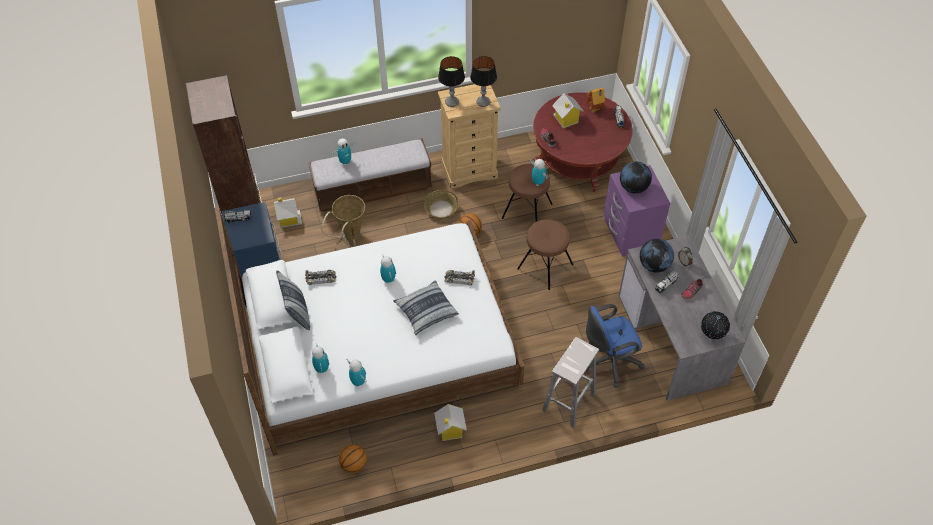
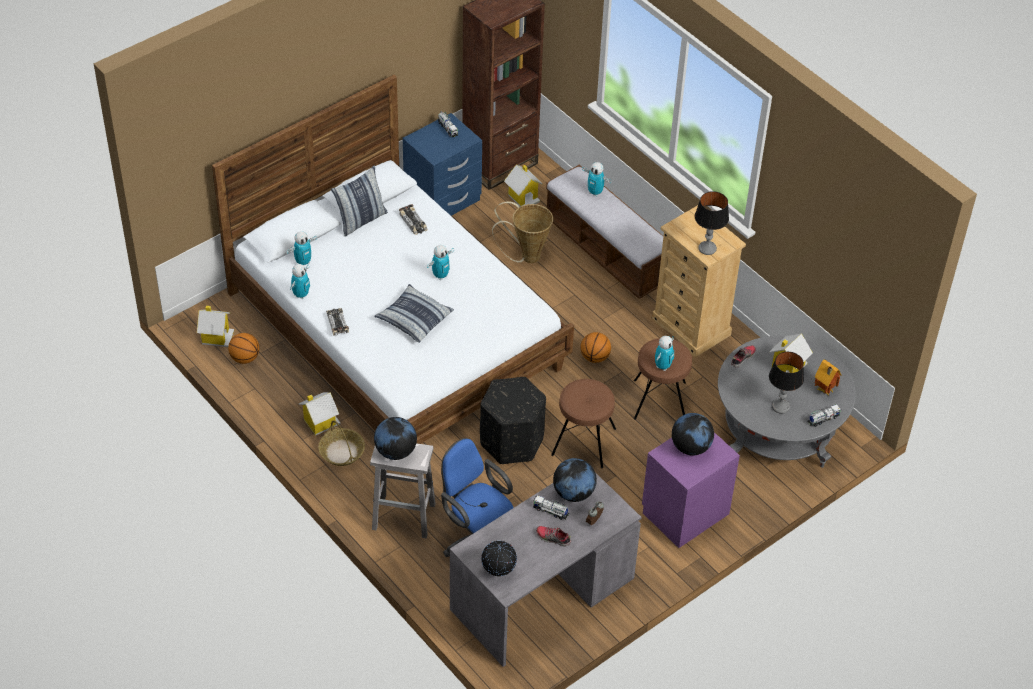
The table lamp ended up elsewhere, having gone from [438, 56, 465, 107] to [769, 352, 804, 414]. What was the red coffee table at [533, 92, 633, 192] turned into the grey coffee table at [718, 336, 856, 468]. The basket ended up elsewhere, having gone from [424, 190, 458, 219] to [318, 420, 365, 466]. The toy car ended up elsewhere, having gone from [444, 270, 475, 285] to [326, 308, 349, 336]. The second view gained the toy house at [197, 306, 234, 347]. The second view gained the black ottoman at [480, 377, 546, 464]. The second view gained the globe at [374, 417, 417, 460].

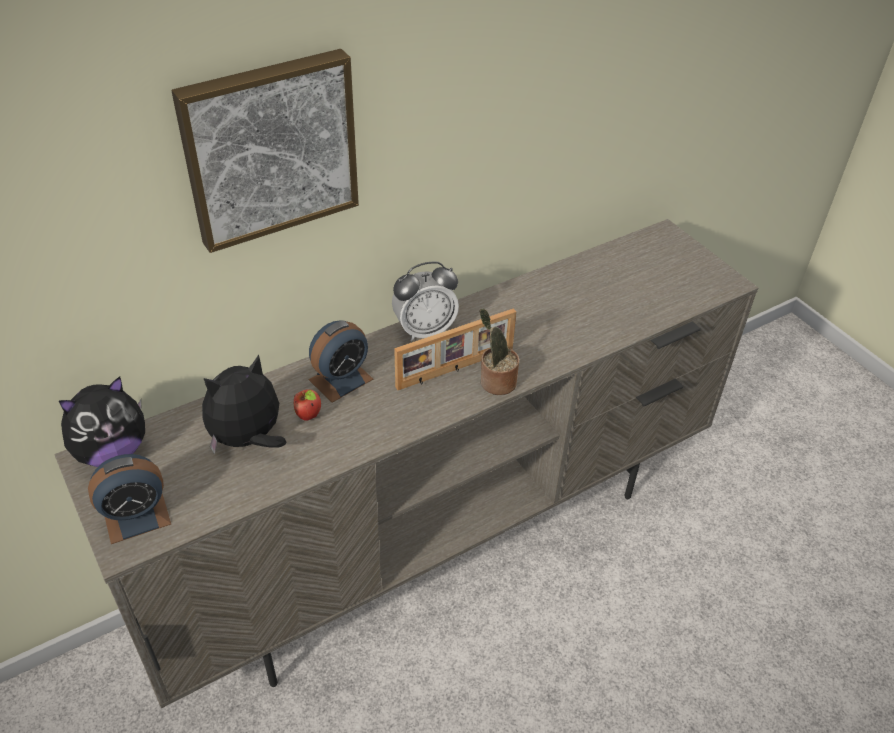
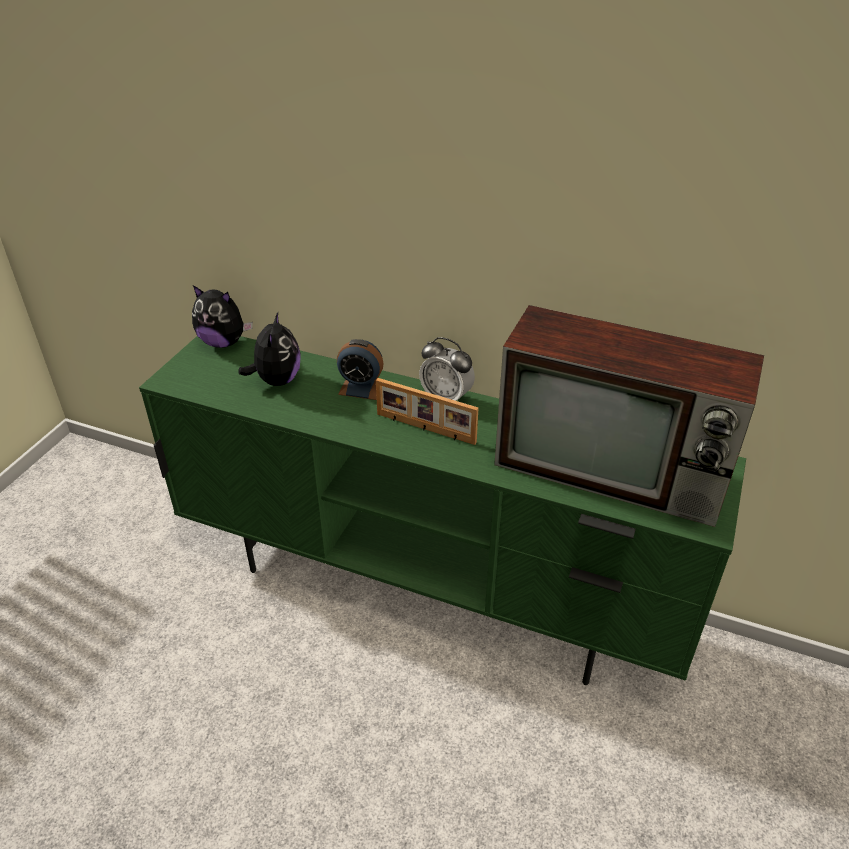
The second view lost the picture at [171, 49, 359, 253]. What was the beige tv stand at [54, 219, 758, 708] turned into the green tv stand at [139, 336, 746, 685]. The second view lost the potted plant at [479, 308, 519, 395]. The plush toy at [202, 354, 286, 454] ended up facing another way, 75 degrees clockwise from before. The second view lost the apple at [294, 389, 321, 421]. The second view lost the alarm clock at [88, 454, 171, 544]. The second view gained the television at [494, 305, 764, 527].

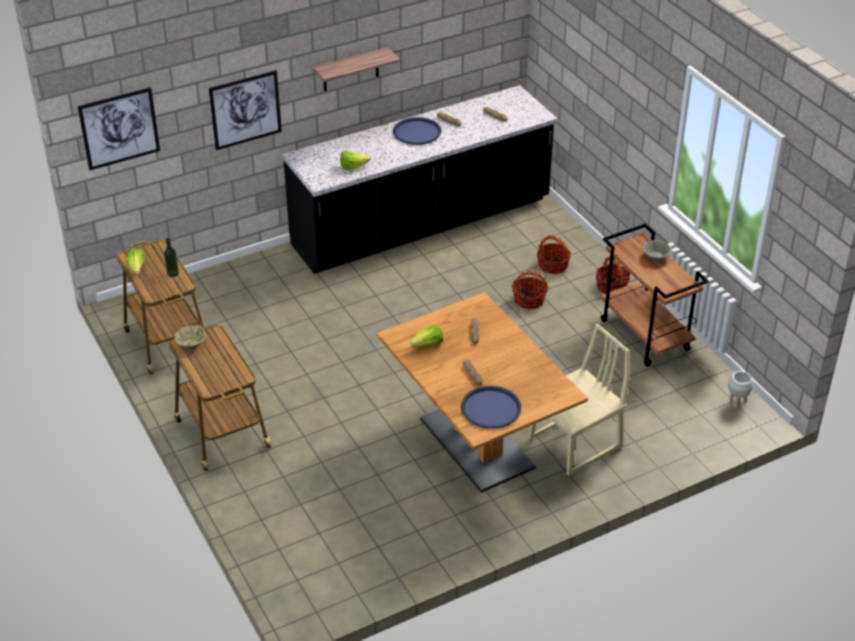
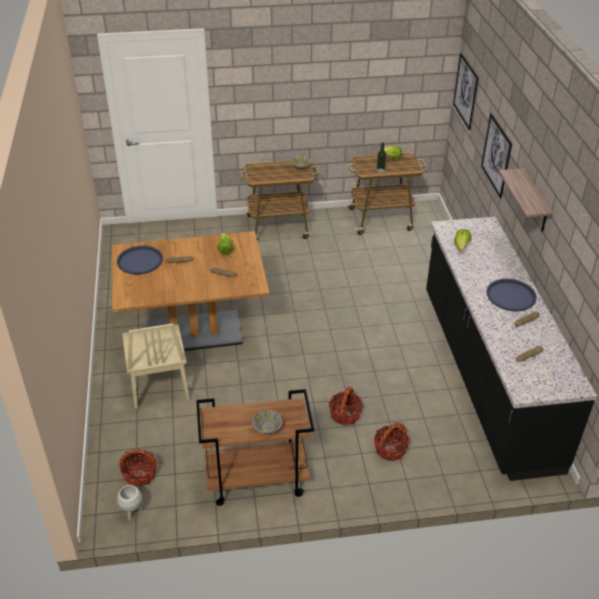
The basket ended up elsewhere, having gone from [596, 256, 630, 294] to [119, 449, 157, 487].

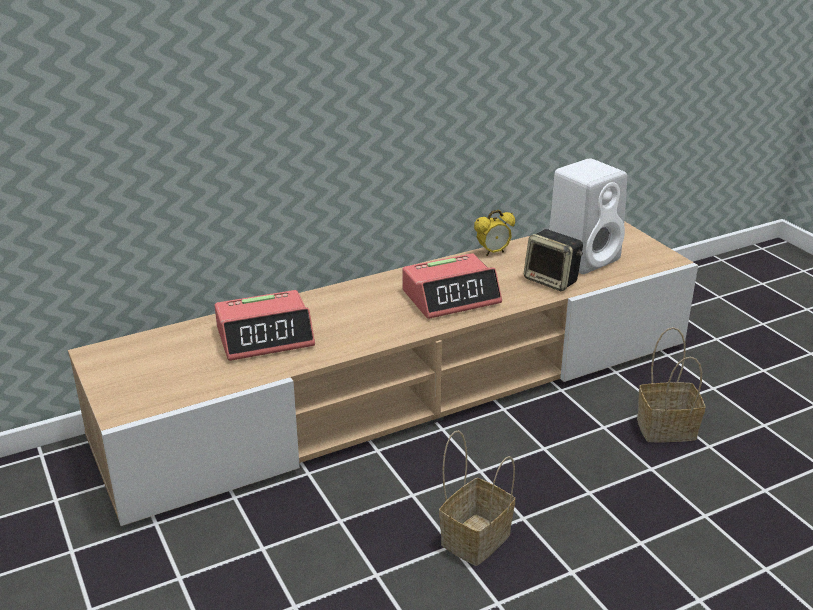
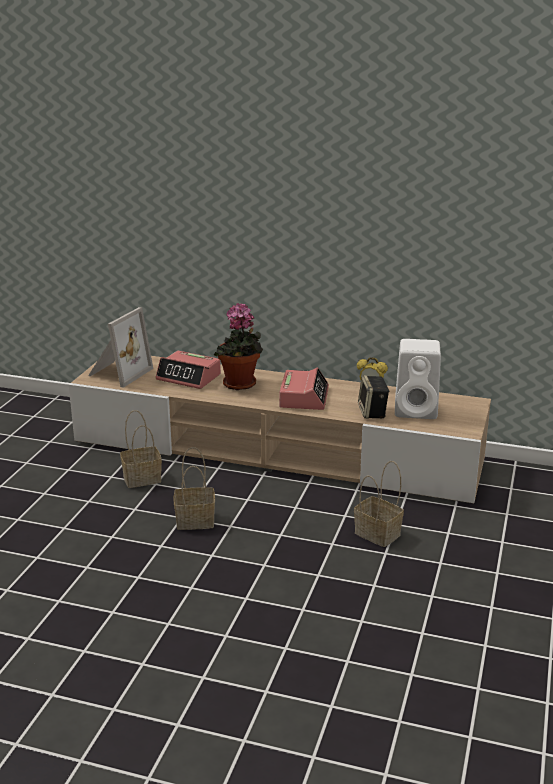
The alarm clock at [403, 253, 502, 319] ended up facing another way, 105 degrees counterclockwise from before. The second view gained the potted plant at [214, 303, 263, 390]. The second view gained the picture frame at [88, 307, 153, 388]. The second view gained the basket at [120, 410, 162, 488].

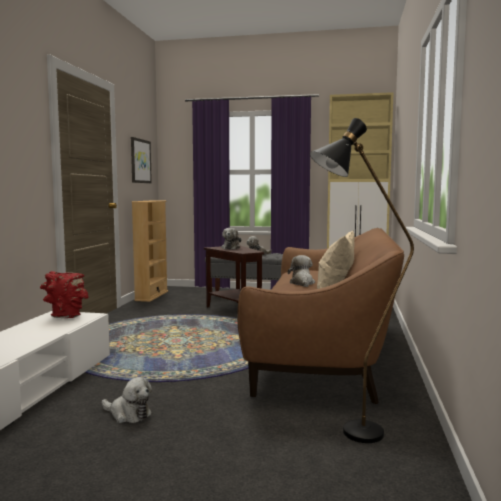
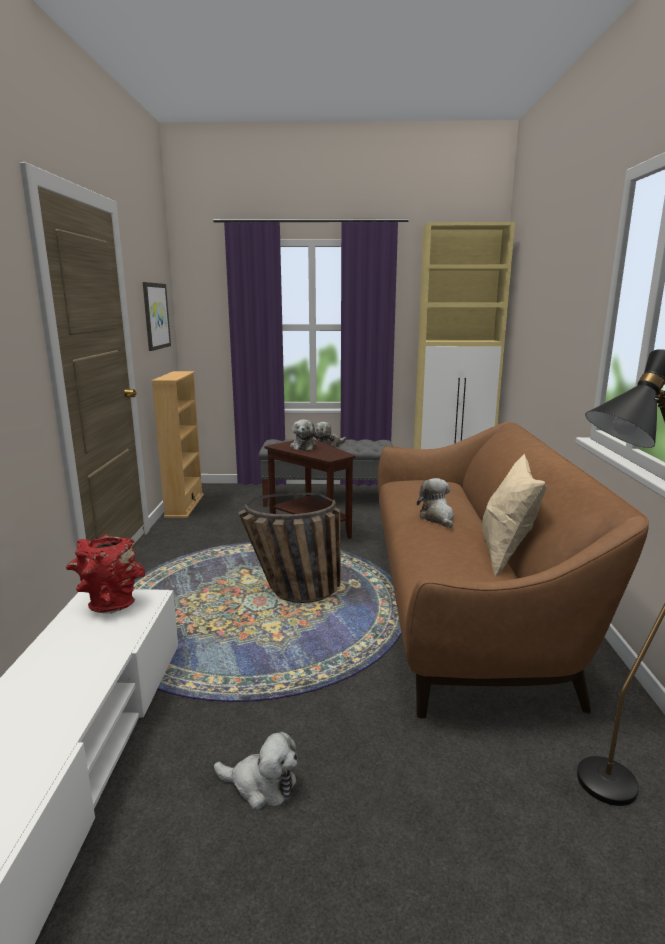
The second view gained the basket at [238, 492, 341, 603].

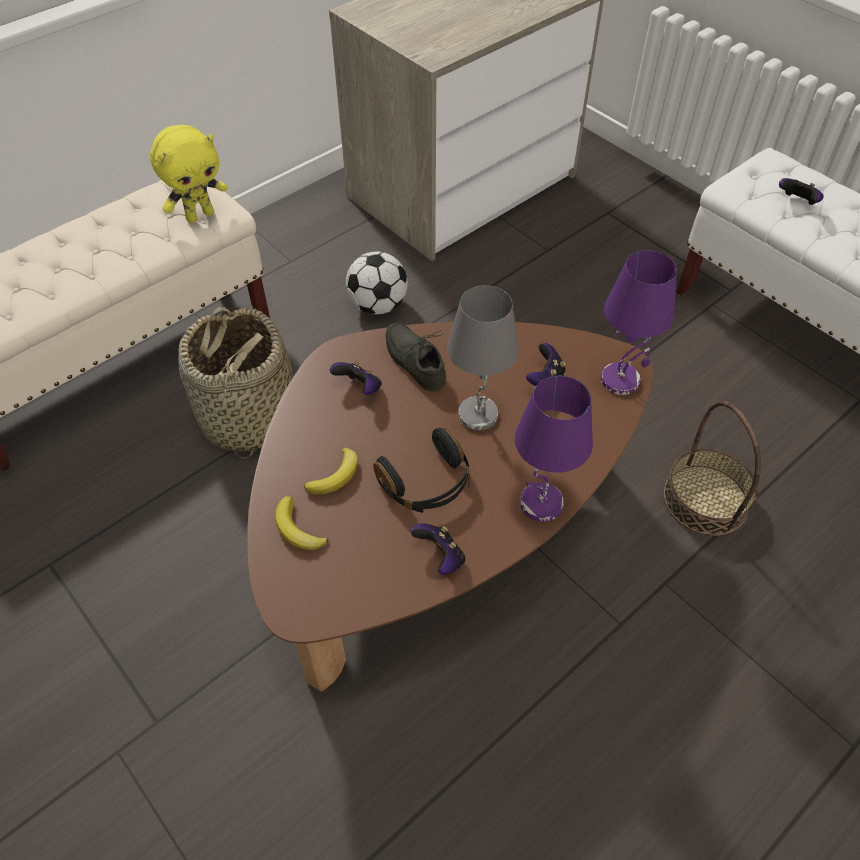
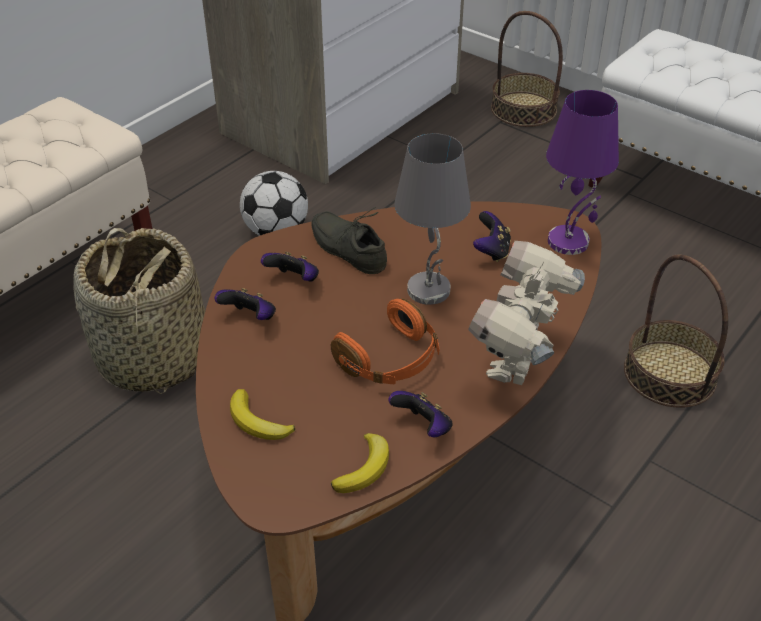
The second view lost the yellow plush toy at [150, 125, 227, 223]. The game controller ended up elsewhere, having gone from [779, 178, 824, 205] to [214, 288, 276, 320]. Where the purple table lamp stood at [515, 376, 593, 522], the toy robot came to stand at [468, 241, 585, 385]. What was the black headphones at [373, 428, 470, 513] turned into the orange headphones at [331, 298, 440, 384]. The banana ended up elsewhere, having gone from [304, 448, 358, 494] to [331, 433, 389, 493]. The second view gained the basket at [491, 11, 563, 127].

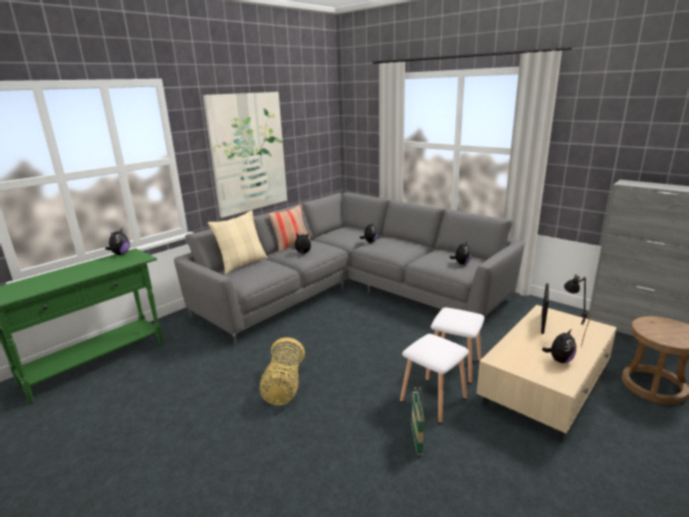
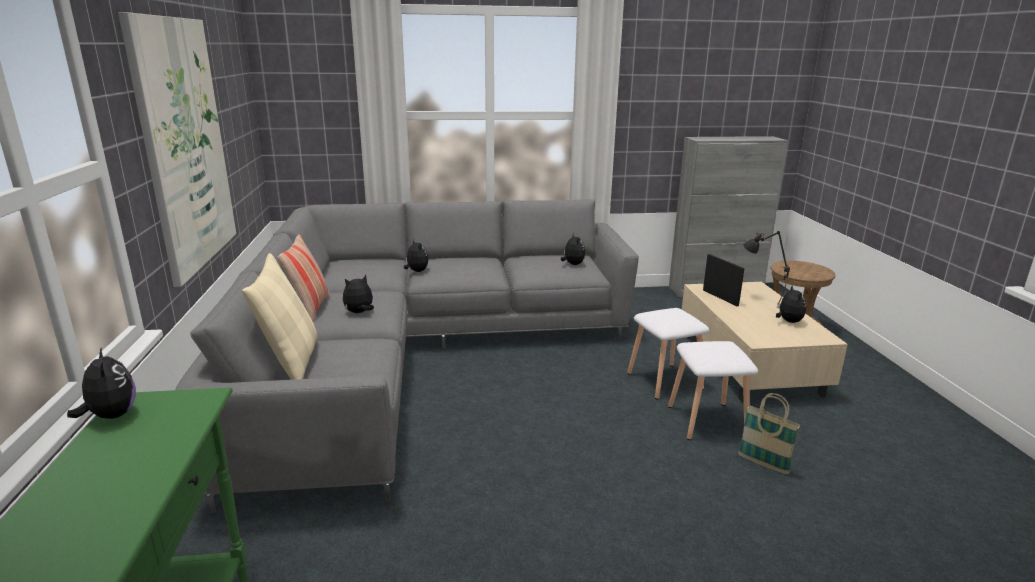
The second view lost the basket at [260, 337, 305, 406].

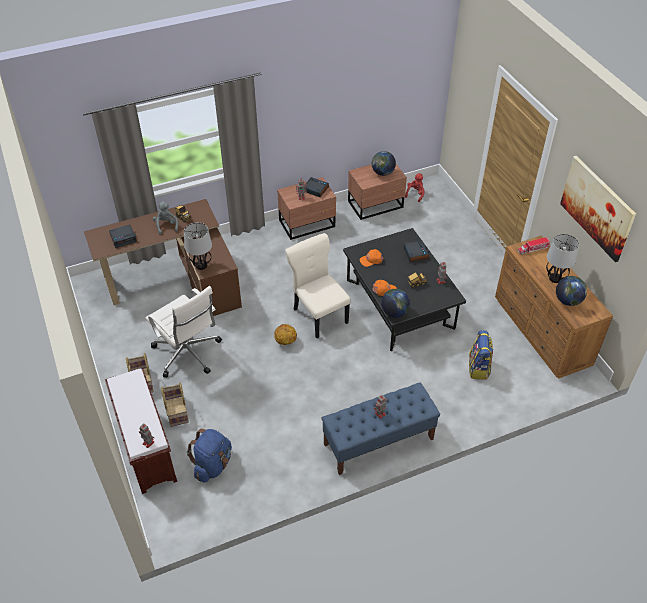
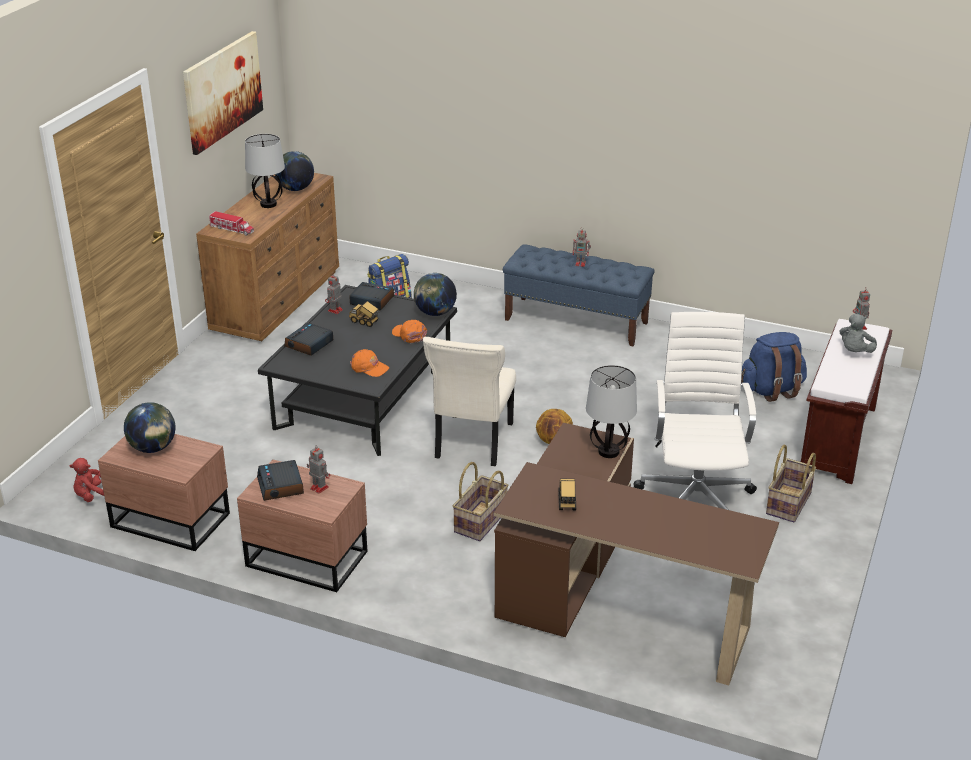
The grey plush toy ended up elsewhere, having gone from [153, 201, 178, 235] to [839, 314, 877, 353]. The alarm clock ended up elsewhere, having gone from [109, 225, 137, 248] to [349, 282, 394, 310]. The basket ended up elsewhere, having gone from [161, 383, 189, 427] to [453, 462, 509, 541].

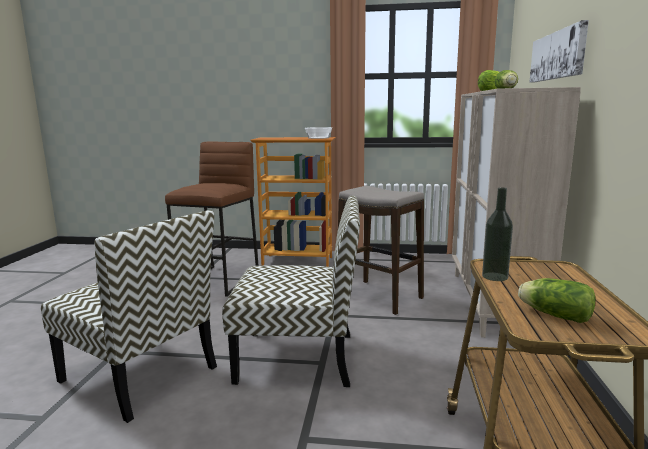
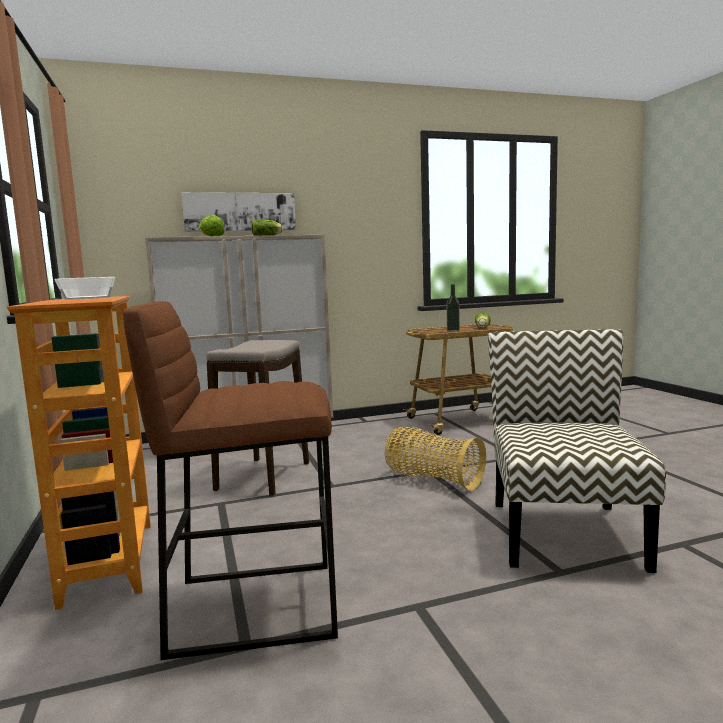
Where the chair stood at [222, 195, 360, 387], the basket came to stand at [385, 427, 486, 491].

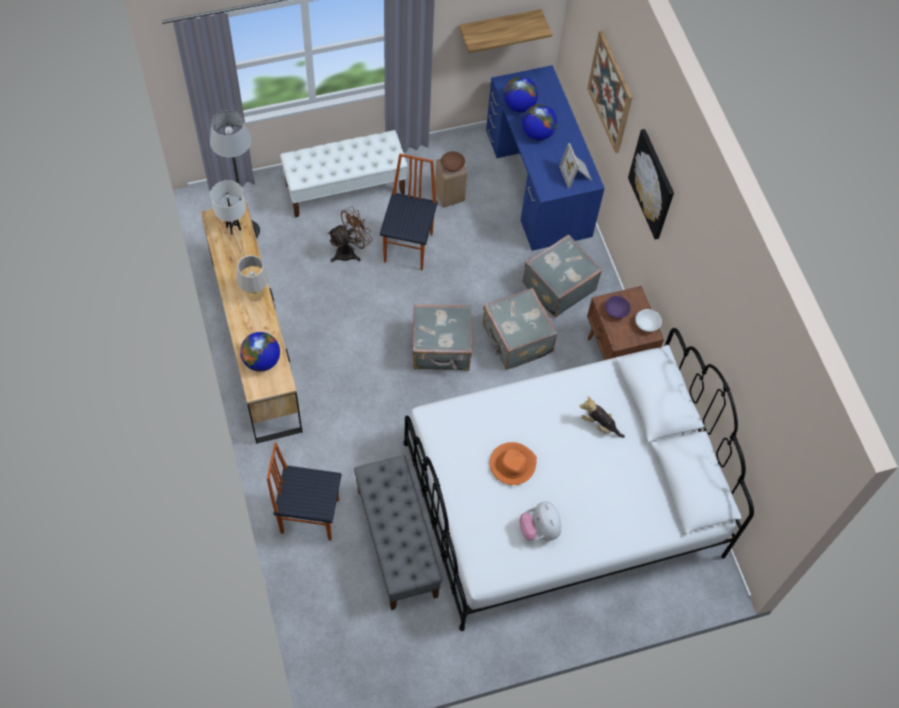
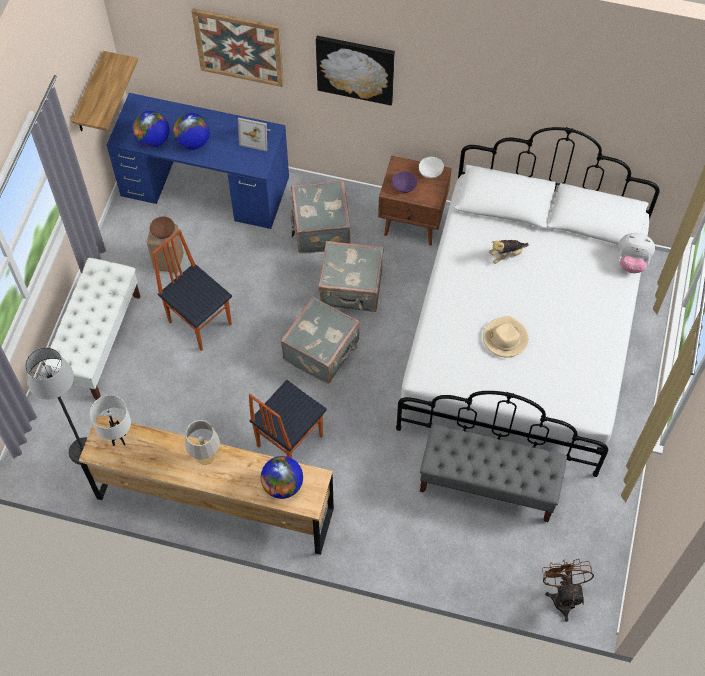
The brown fan ended up elsewhere, having gone from [328, 206, 372, 262] to [542, 559, 594, 622]. The chair ended up elsewhere, having gone from [267, 442, 342, 541] to [249, 380, 327, 458]. What was the orange hat at [490, 442, 537, 485] turned into the beige hat at [483, 316, 529, 357]. The plush toy ended up elsewhere, having gone from [519, 501, 561, 541] to [618, 233, 655, 273].

